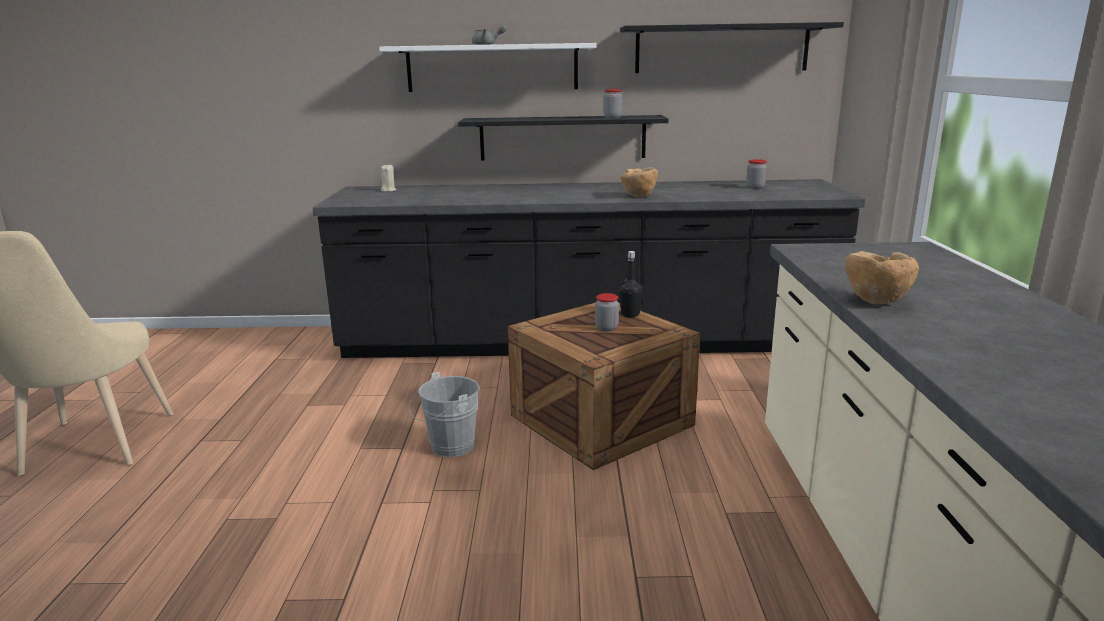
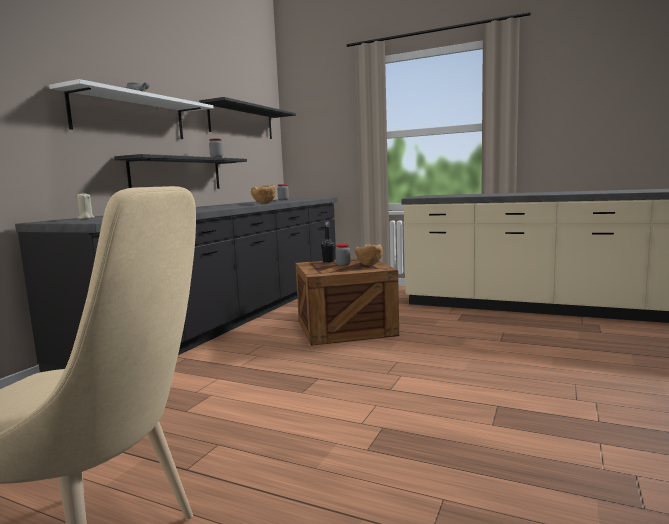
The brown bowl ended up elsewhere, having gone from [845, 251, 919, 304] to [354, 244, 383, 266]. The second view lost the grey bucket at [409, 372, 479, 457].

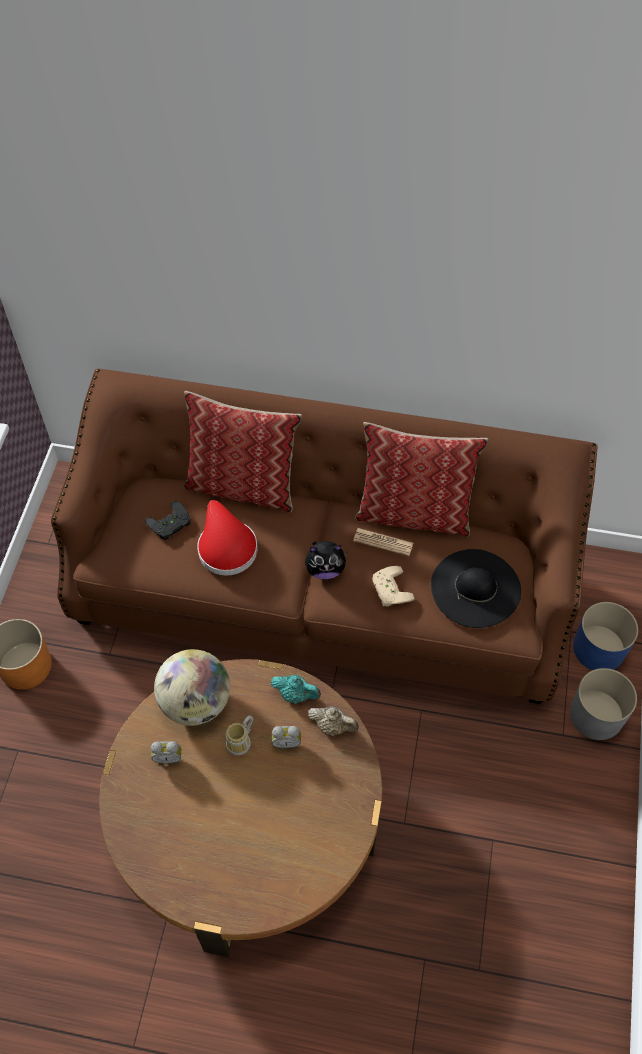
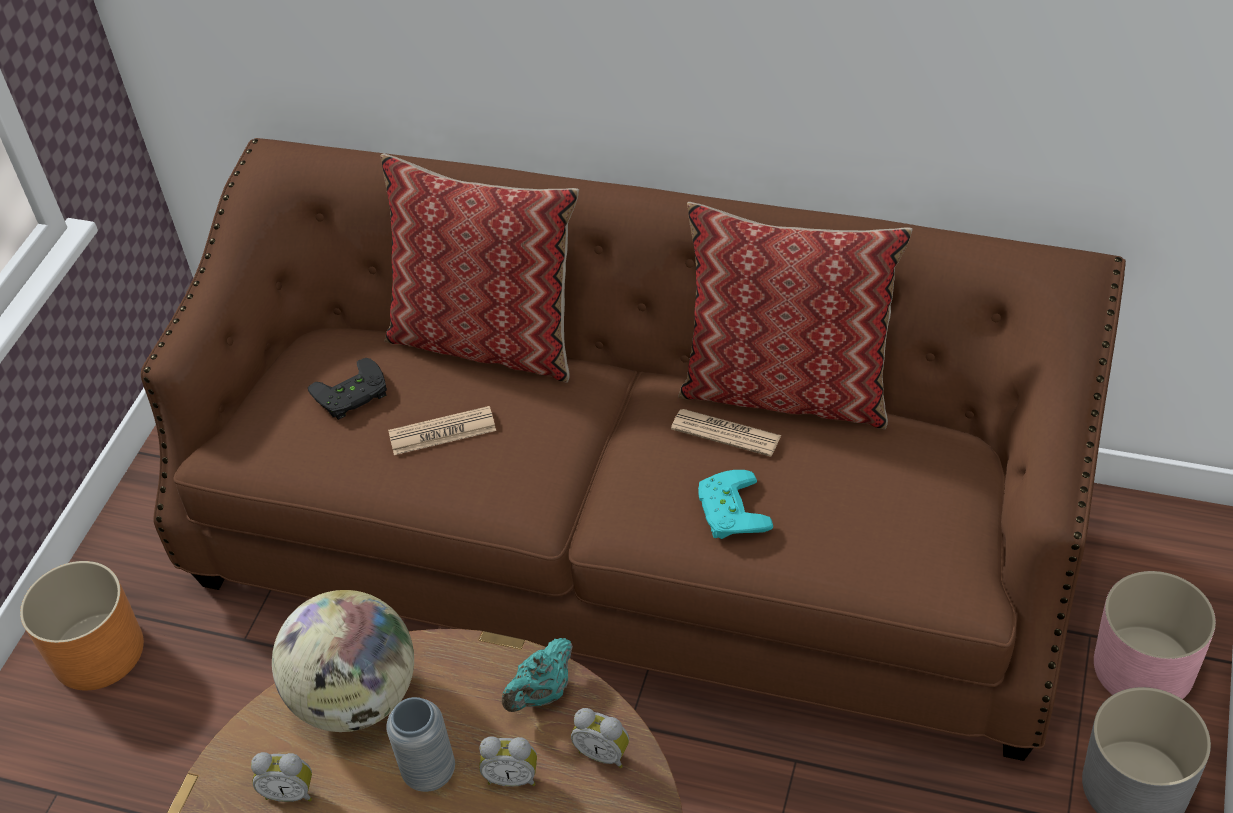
Where the red hat stood at [197, 500, 258, 576], the newspaper came to stand at [388, 406, 496, 455]. The second view lost the plush toy at [305, 541, 348, 579]. The second view lost the black hat at [431, 549, 521, 628]. What was the beige game controller at [372, 566, 414, 607] turned into the turquoise game controller at [698, 470, 773, 539]. What was the blue planter at [573, 602, 638, 670] turned into the pink planter at [1094, 571, 1216, 699]. The turquoise teapot at [271, 675, 321, 704] ended up facing another way, 105 degrees clockwise from before. Where the beige teapot stood at [308, 706, 359, 736], the alarm clock came to stand at [571, 708, 629, 768]. Where the mug stood at [226, 715, 253, 756], the grey vase came to stand at [386, 697, 455, 792].

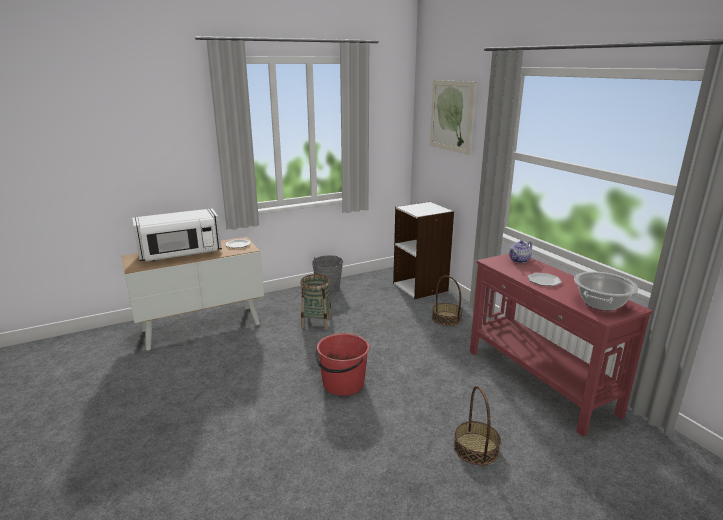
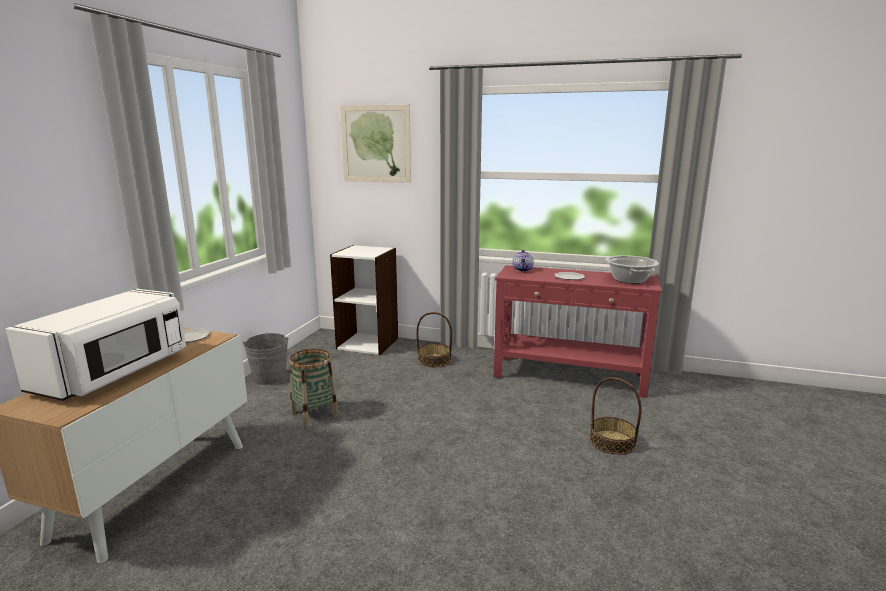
The second view lost the red bucket at [316, 333, 369, 396].

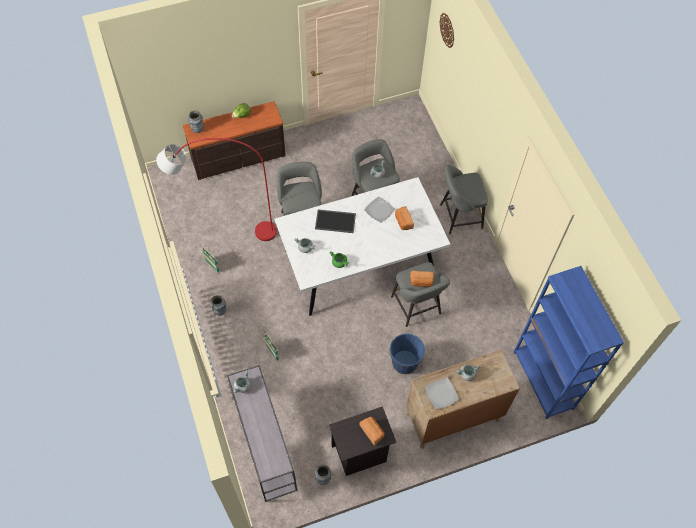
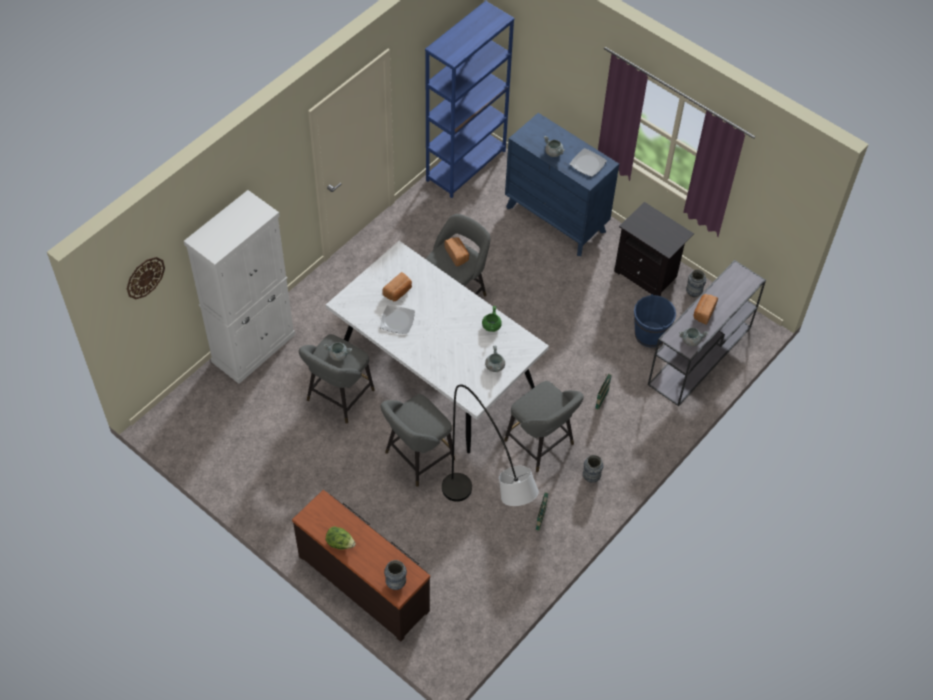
What was the red floor lamp at [156, 138, 277, 241] turned into the grey floor lamp at [442, 385, 539, 506]. The grey stool ended up elsewhere, having gone from [440, 165, 488, 234] to [504, 381, 584, 472]. The second view lost the tray at [315, 209, 356, 233]. The blue bucket ended up elsewhere, having gone from [390, 333, 425, 374] to [634, 294, 676, 347]. What was the brown dresser at [406, 350, 520, 449] turned into the blue dresser at [505, 113, 619, 256]. The bread ended up elsewhere, having gone from [359, 417, 385, 445] to [693, 294, 718, 325]. The second view gained the white cabinet at [184, 190, 295, 384].

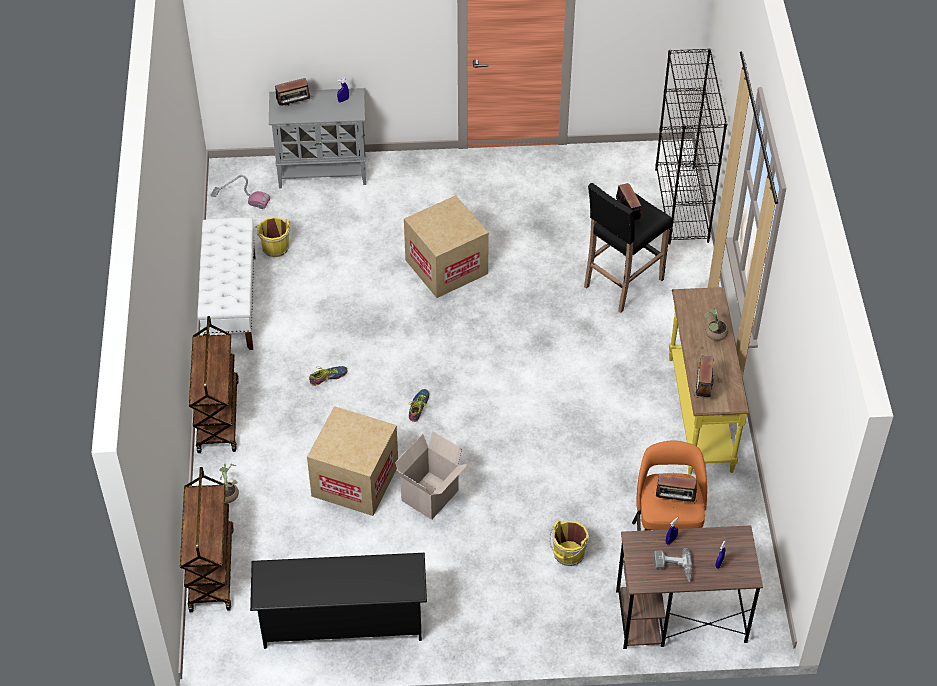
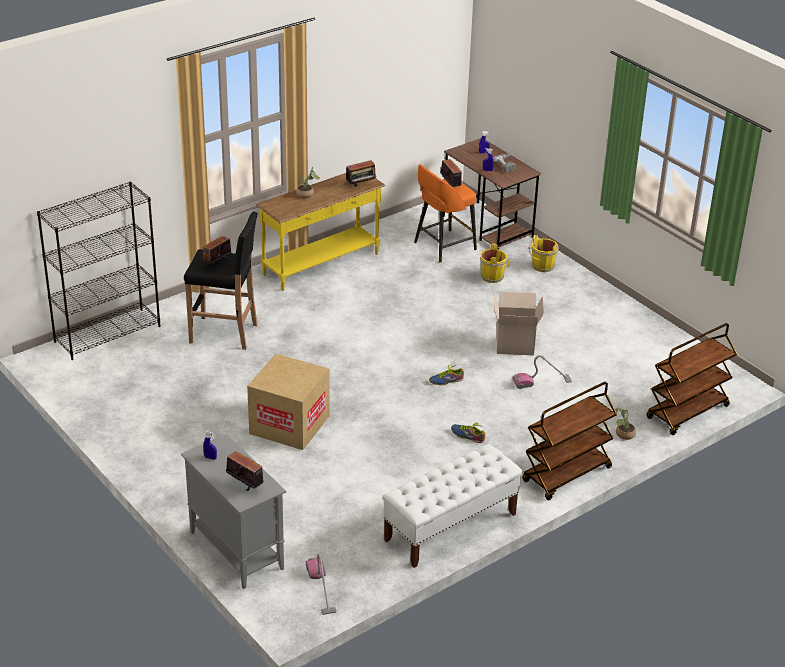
The yellow bucket ended up elsewhere, having gone from [255, 217, 290, 257] to [529, 235, 559, 272]. Where the cardboard box stood at [307, 406, 398, 516], the vacuum cleaner came to stand at [512, 355, 572, 389]. The second view lost the black shoe rack at [250, 553, 427, 649].

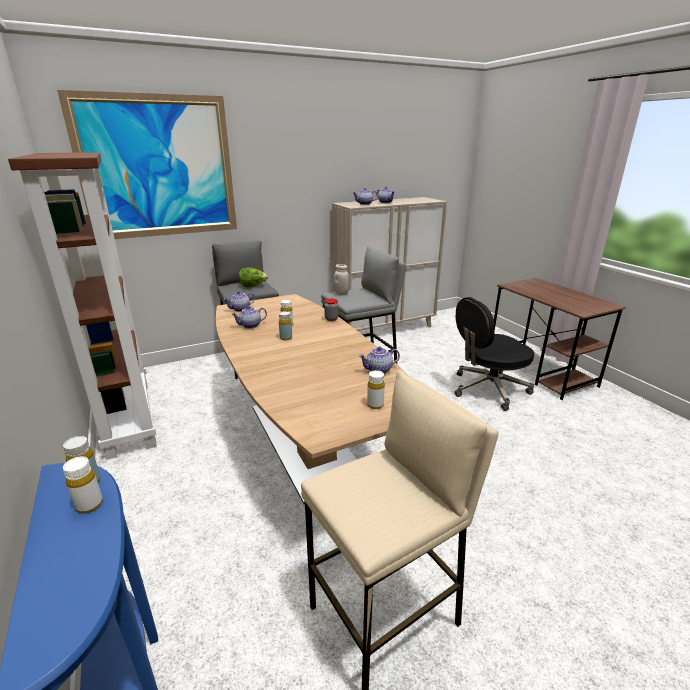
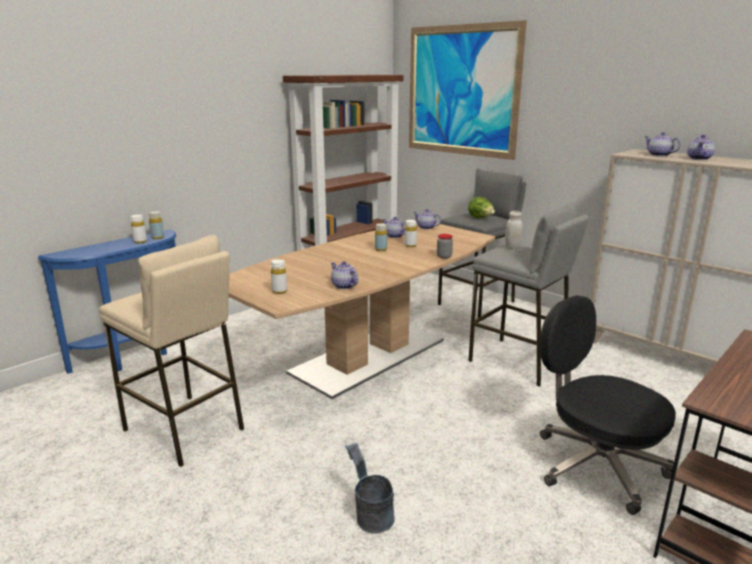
The second view gained the grey bucket at [345, 443, 395, 533].

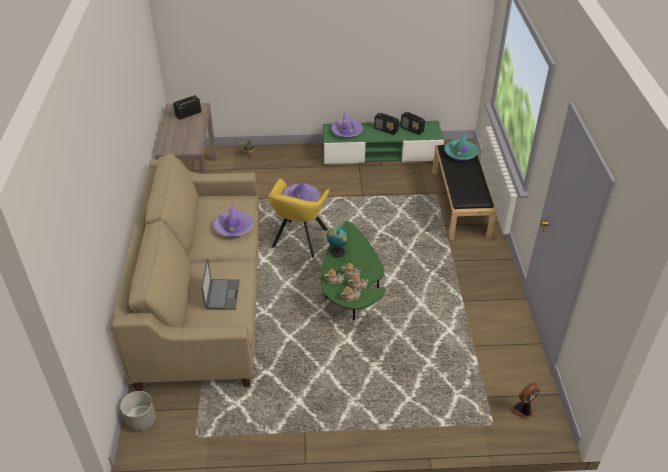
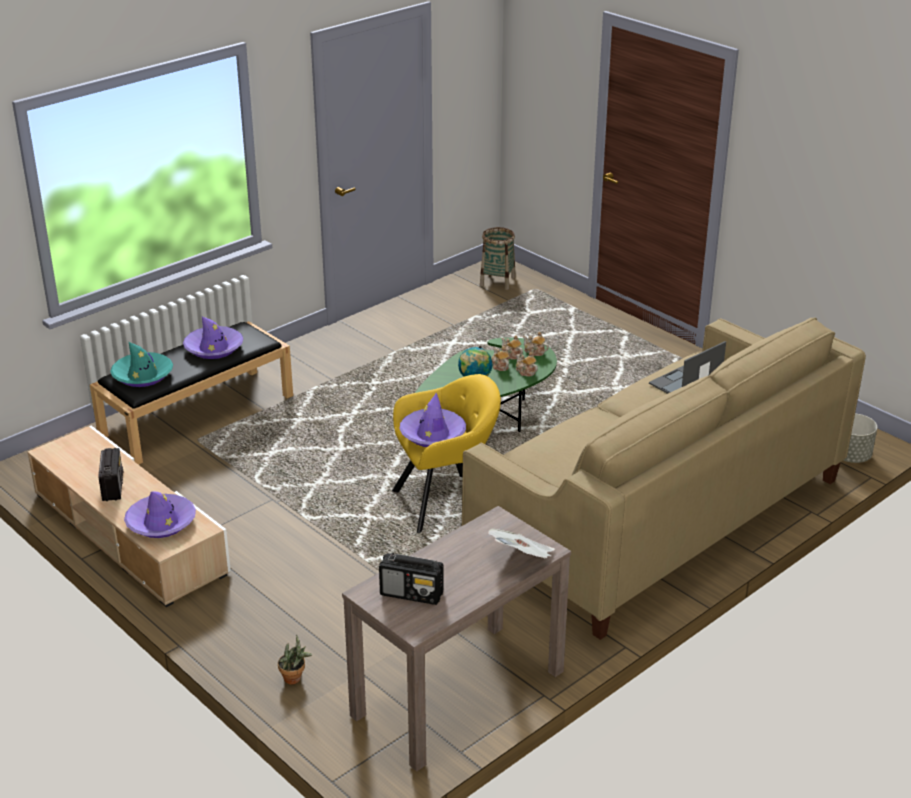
The second view lost the radio at [401, 112, 425, 135]. What was the green tv stand at [323, 121, 444, 164] turned into the beige tv stand at [28, 426, 231, 607]. The purple hat ended up elsewhere, having gone from [213, 205, 253, 237] to [183, 317, 243, 359]. Where the fan stood at [509, 383, 540, 419], the basket came to stand at [480, 227, 516, 290]. The second view gained the newspaper at [488, 529, 555, 559].

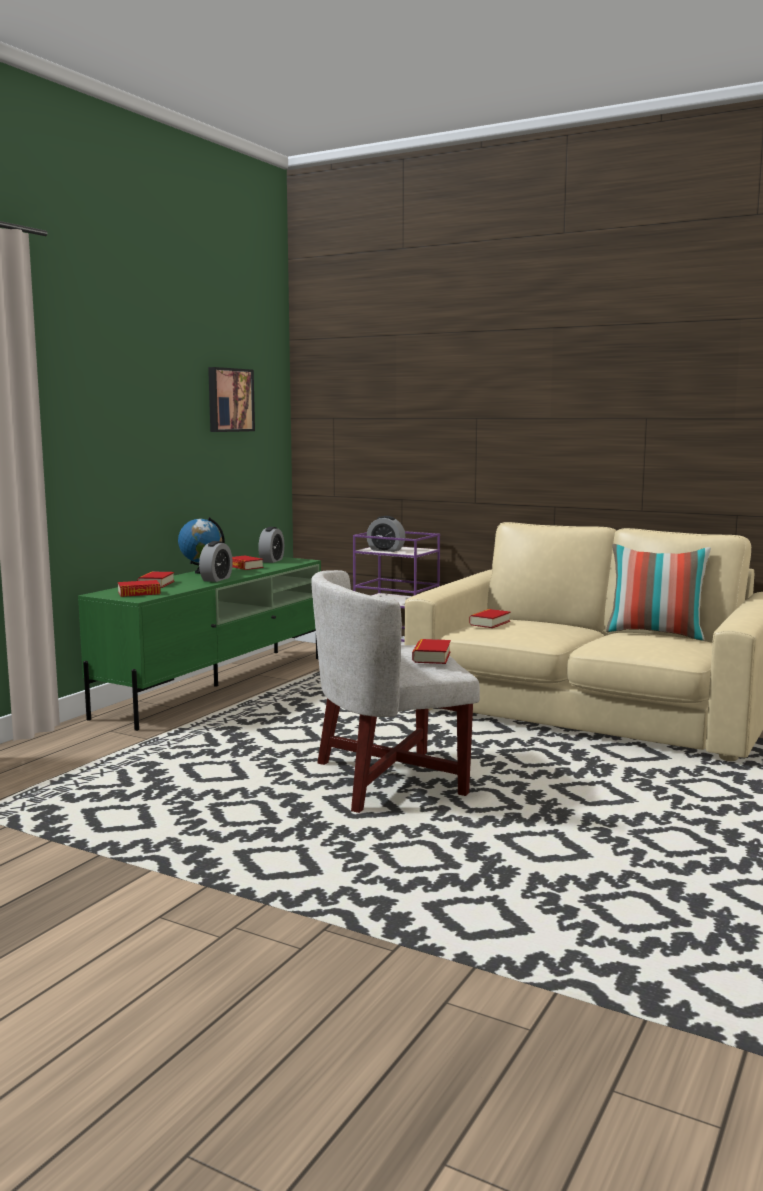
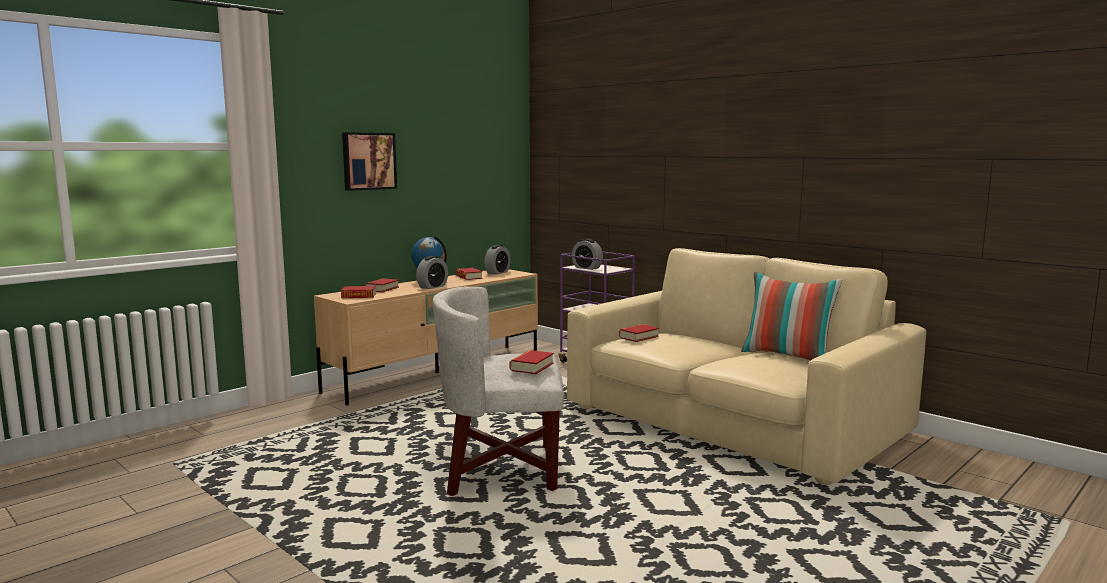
The picture ended up elsewhere, having gone from [208, 367, 255, 432] to [342, 132, 397, 191]. What was the green tv stand at [78, 557, 321, 731] turned into the beige tv stand at [314, 269, 538, 405].

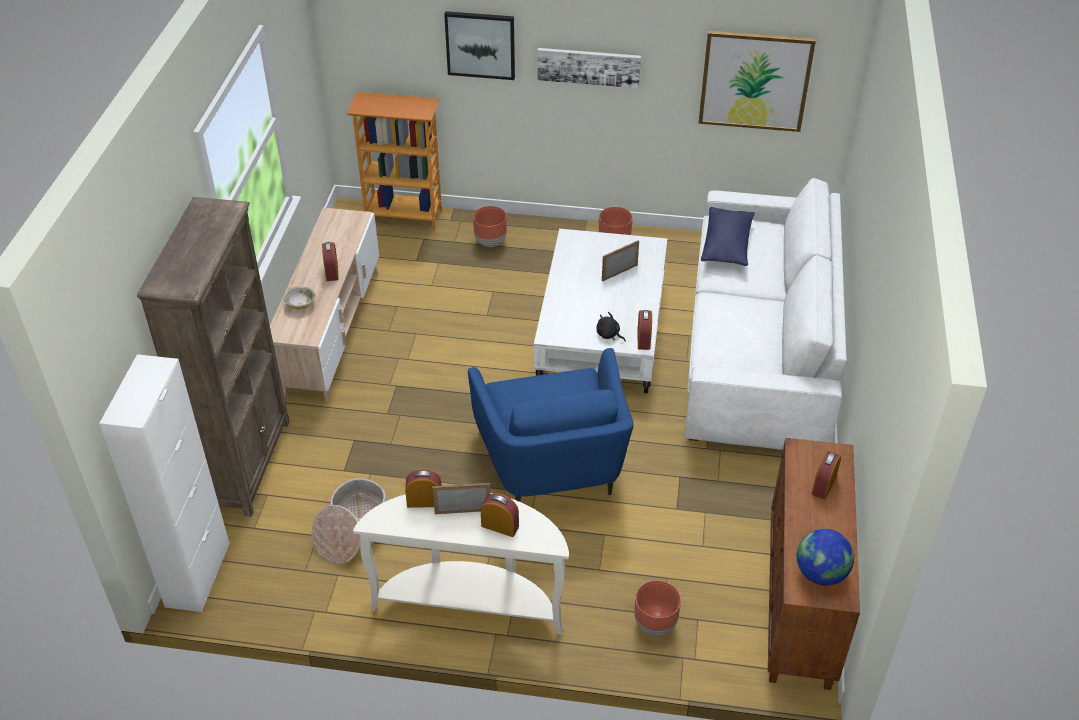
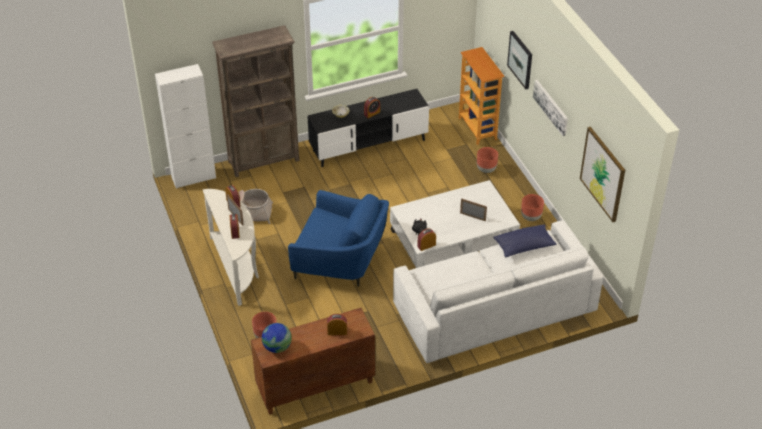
What was the beige tv stand at [270, 208, 379, 402] turned into the black tv stand at [307, 89, 429, 167]. The blue armchair at [468, 348, 634, 502] ended up facing another way, 120 degrees counterclockwise from before.

